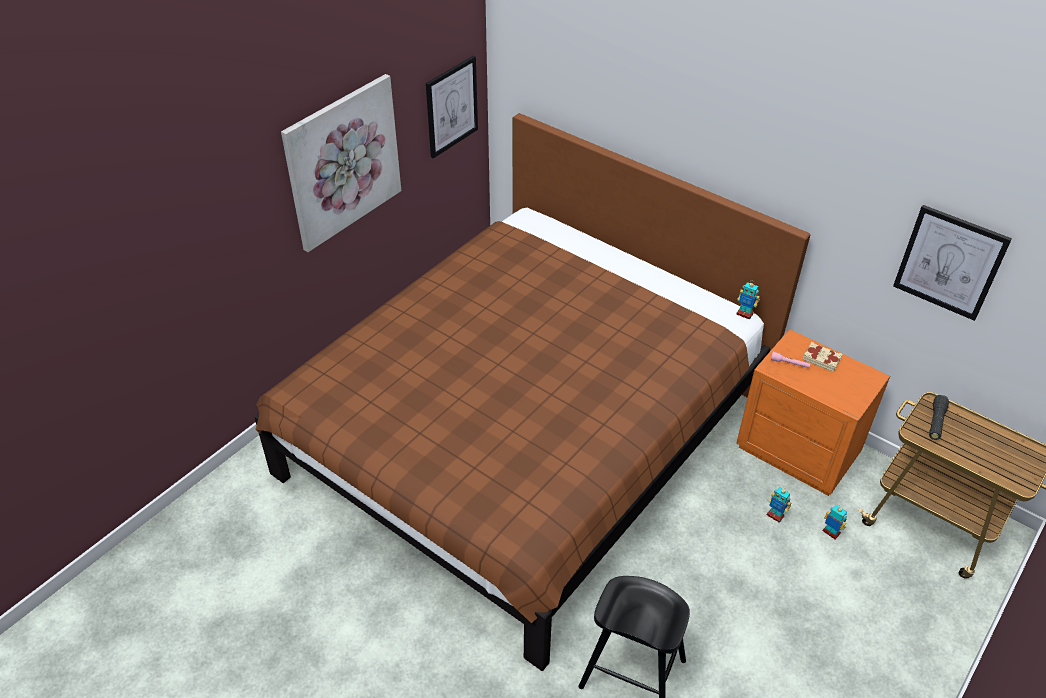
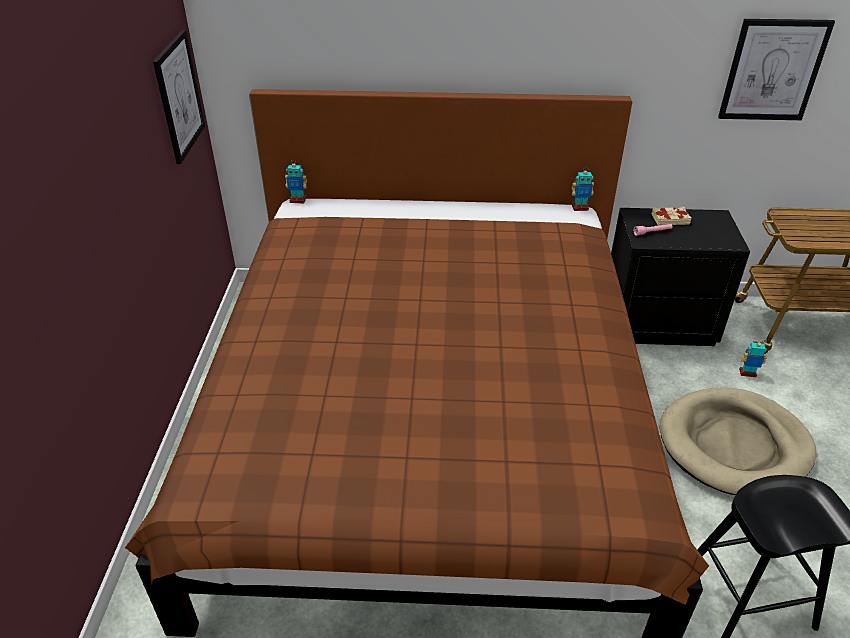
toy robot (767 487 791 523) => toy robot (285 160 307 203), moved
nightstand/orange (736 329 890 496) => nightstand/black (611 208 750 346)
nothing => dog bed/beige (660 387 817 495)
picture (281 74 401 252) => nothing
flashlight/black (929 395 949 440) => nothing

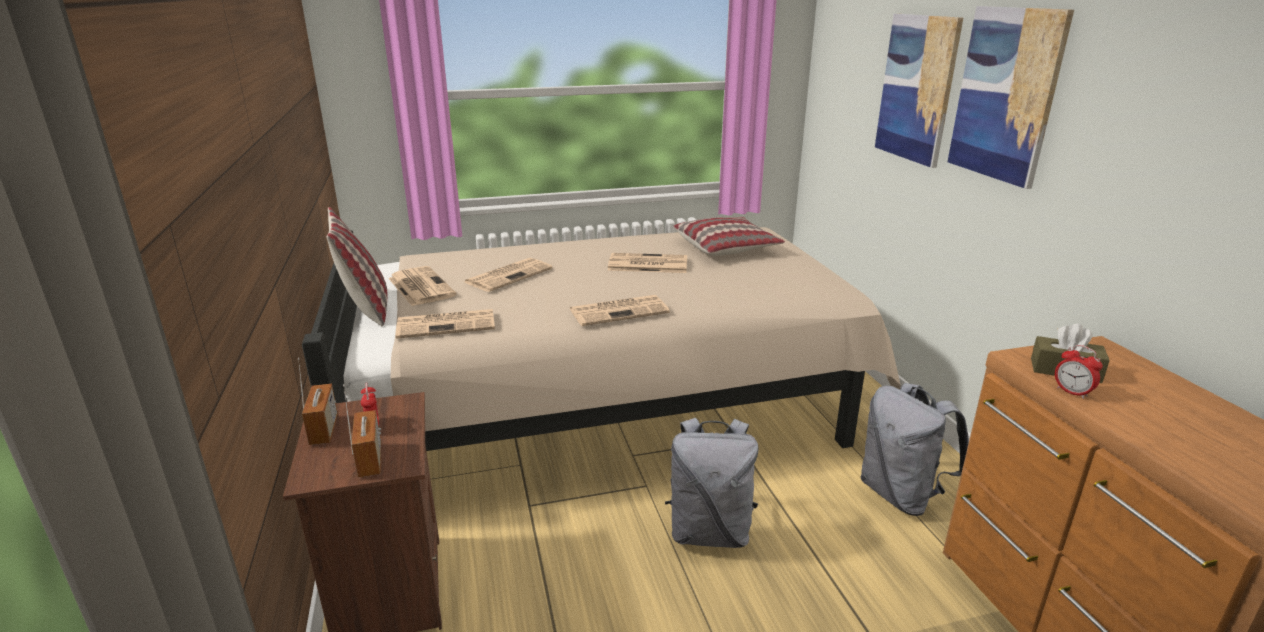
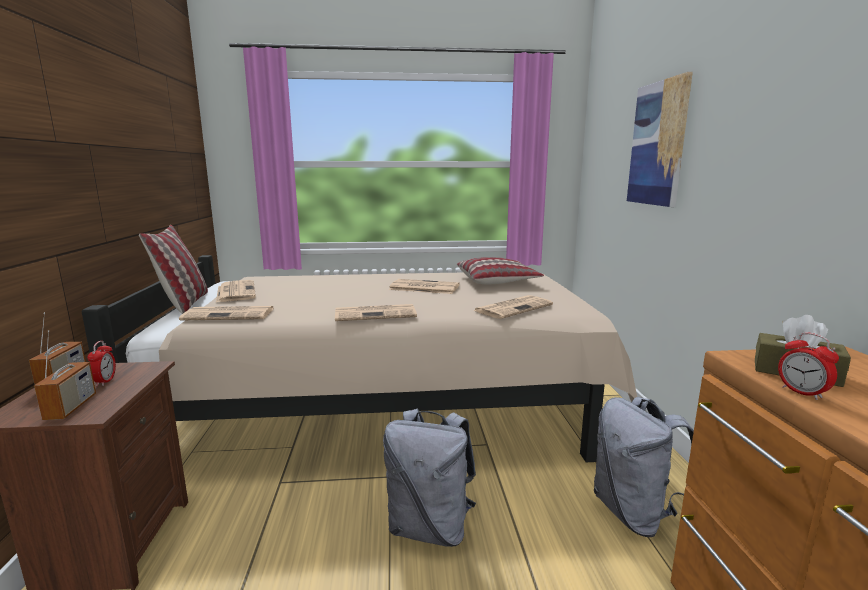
newspaper (465 258 552 292) => newspaper (473 295 553 319), moved
picture (948 6 1074 189) => nothing

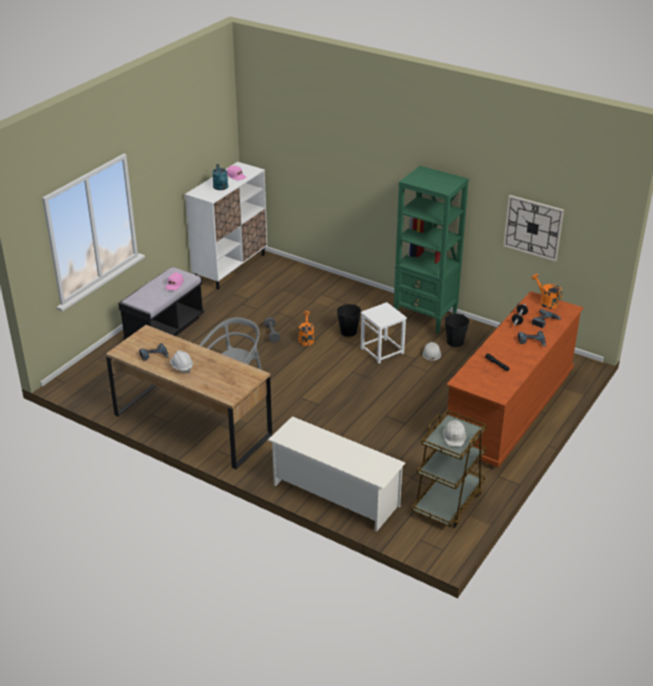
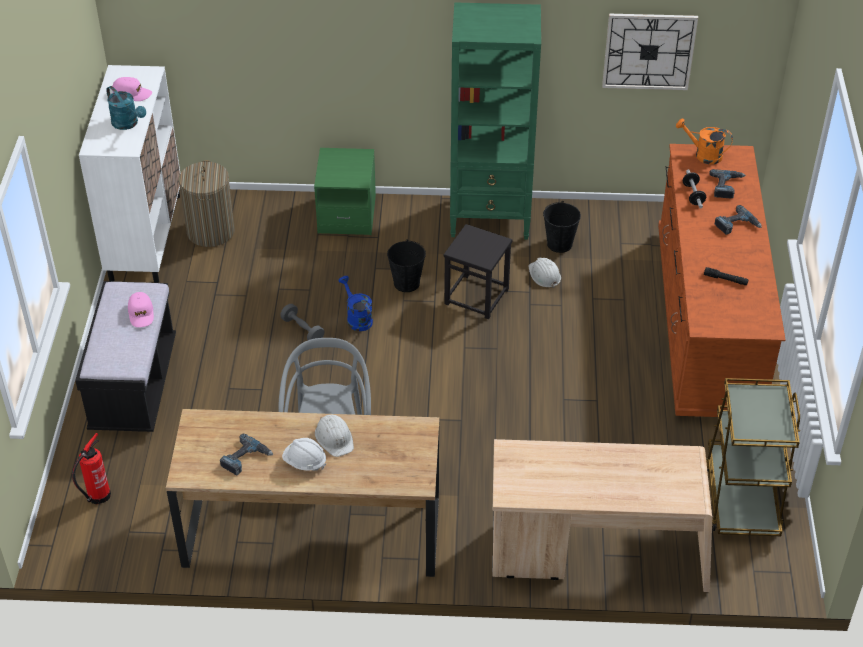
nothing => fire extinguisher (72 433 111 504)
nothing => laundry basket (178 160 235 247)
nothing => nightstand/green (314 148 376 235)
hard hat/white (443 420 466 447) => hard hat/white (315 415 354 457), moved
watering can/orange (298 311 314 346) => watering can/blue (339 276 373 331)
stool/white (361 302 407 363) => stool/black (444 224 512 319)
shoe rack/white (268 416 405 532) => desk/beige (492 439 712 592)

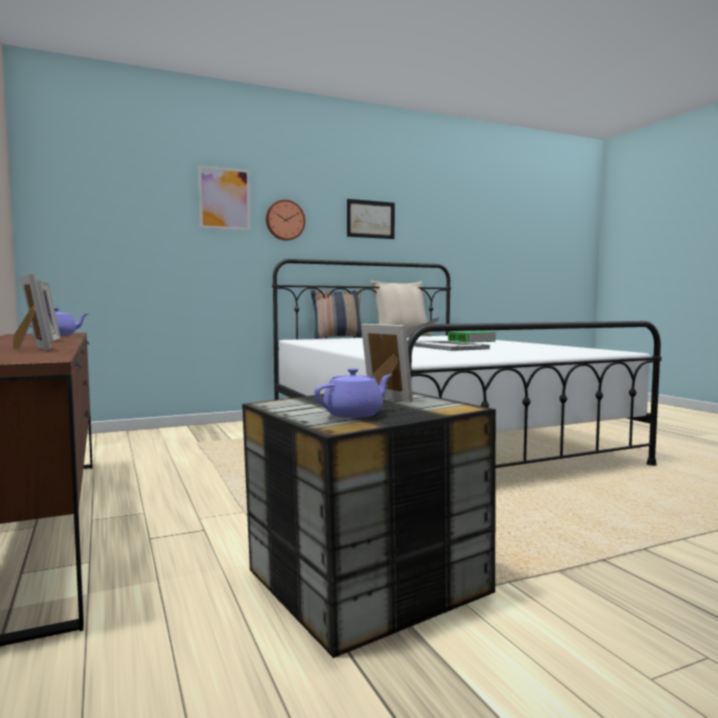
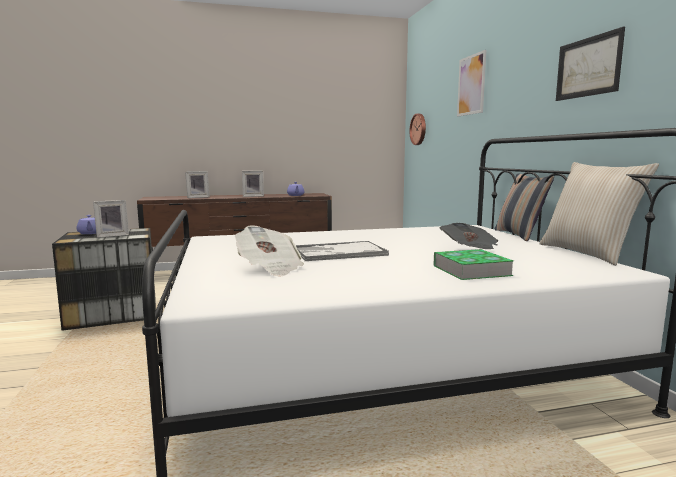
nothing => newspaper (235 225 304 277)
wall clock (266 200 305 241) => wall clock (410 114 426 145), moved

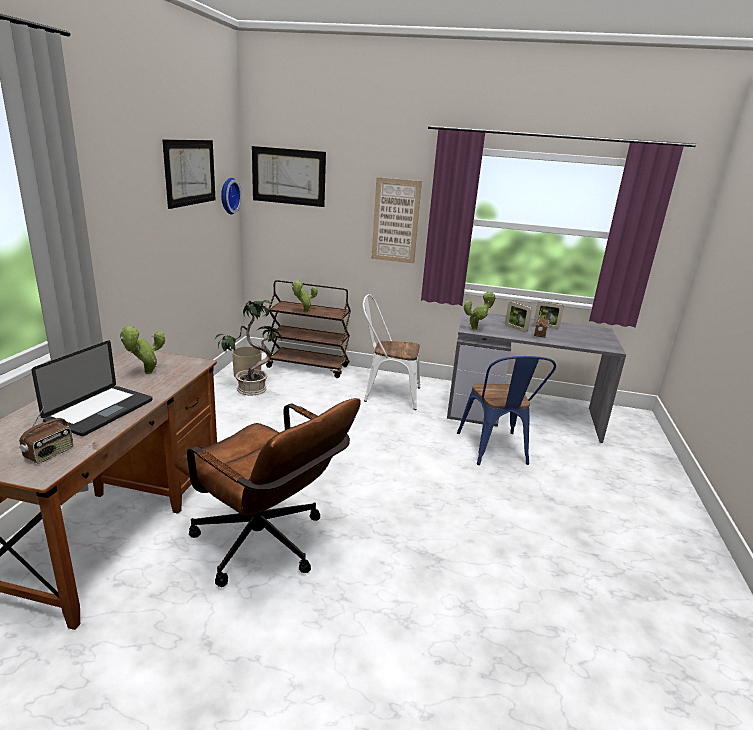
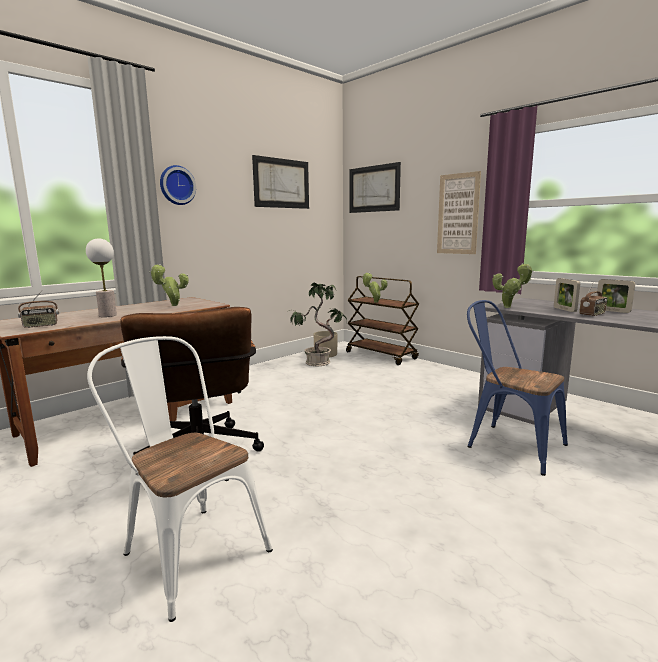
laptop (31 341 152 436) => table lamp (86 238 117 317)
chair/white (363 294 420 410) => chair/white (87 336 273 622), moved
wall clock (221 178 242 215) => wall clock (160 165 196 205), moved
chair/blue (457 356 556 465) => chair/blue (467 300 568 476), 105 degrees clockwise

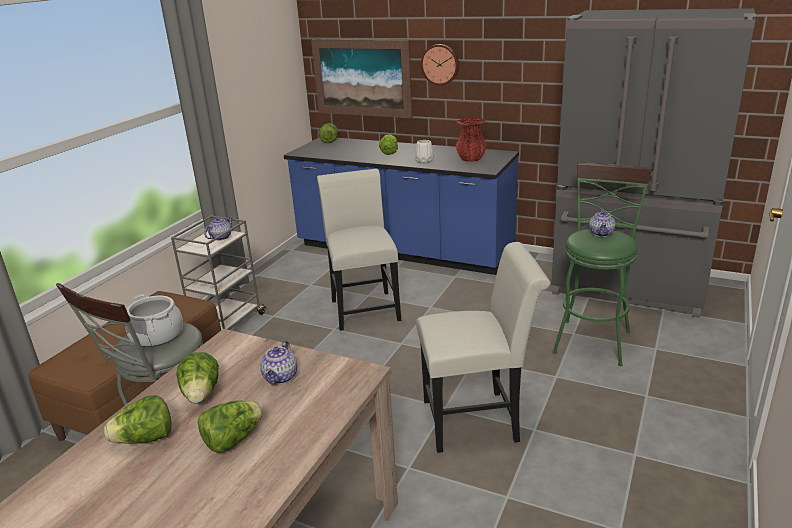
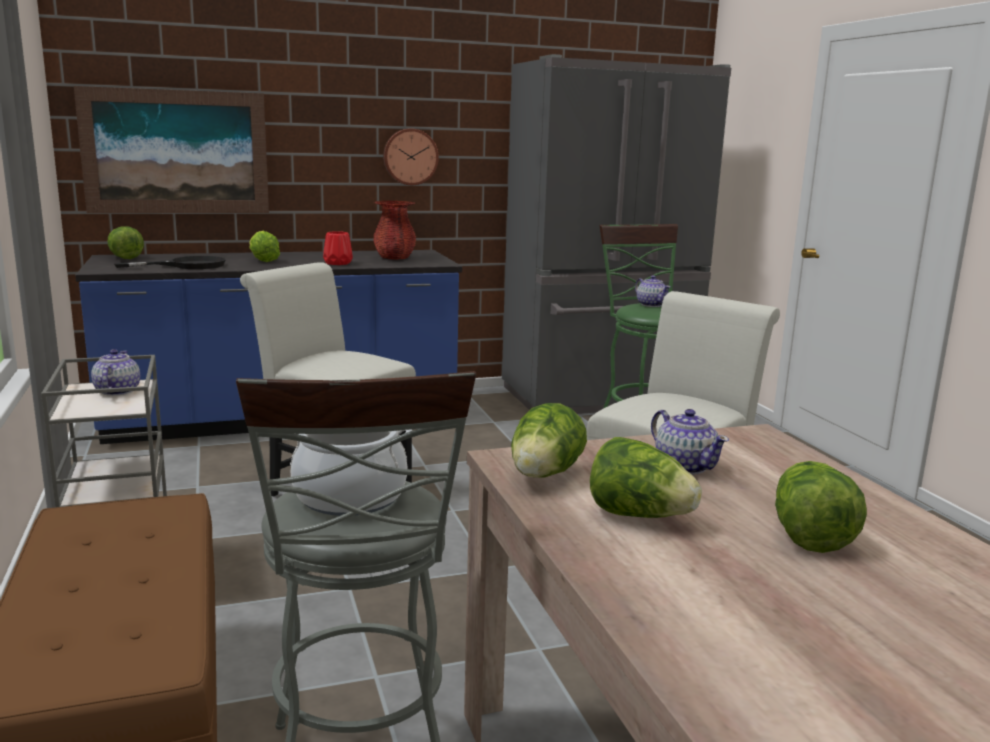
nothing => frying pan/black (114 256 226 269)
vase/white (415 140 434 164) => vase/red (323 231 353 265)
wall clock (421 44 459 85) => wall clock (383 129 439 185), moved
lettuce (104 395 172 444) => lettuce (511 403 587 477), moved

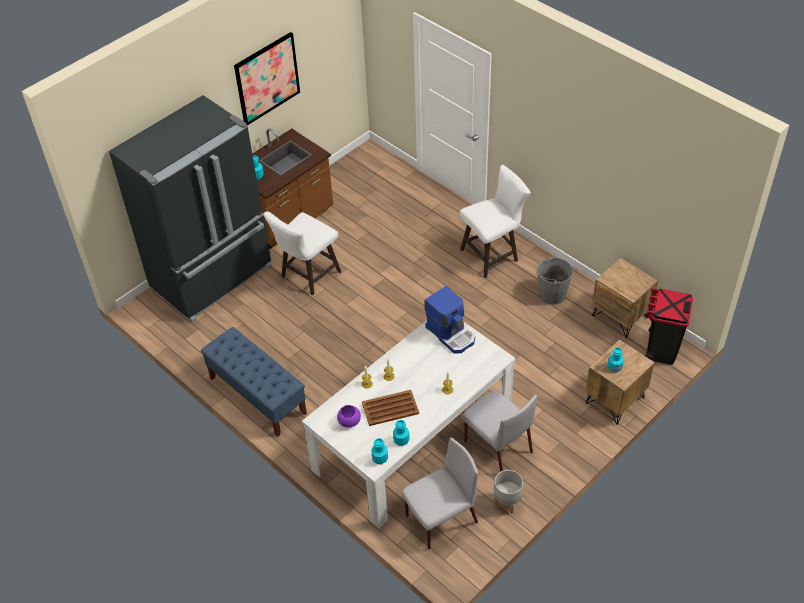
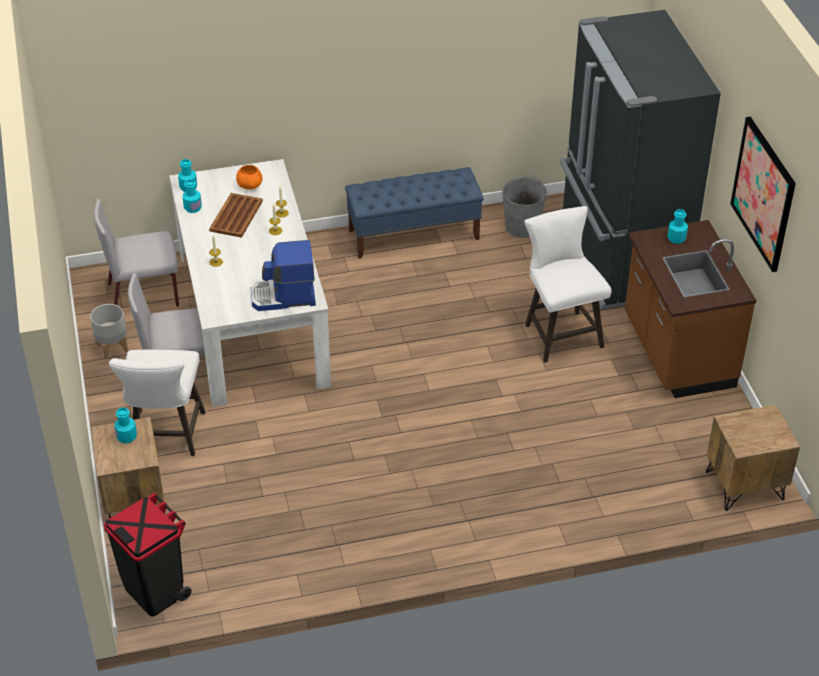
chair/grey (402 438 478 549) => chair/grey (94 199 179 307), 75 degrees clockwise
stool/white (460 165 531 278) => stool/white (109 350 206 456), moved
bowl/purple (337 405 361 428) => bowl/orange (236 165 263 190)
bucket/grey (536 256 573 305) => bucket/grey (502 176 547 238), moved
nightstand/brown (592 258 658 338) => nightstand/brown (706 405 800 511), moved

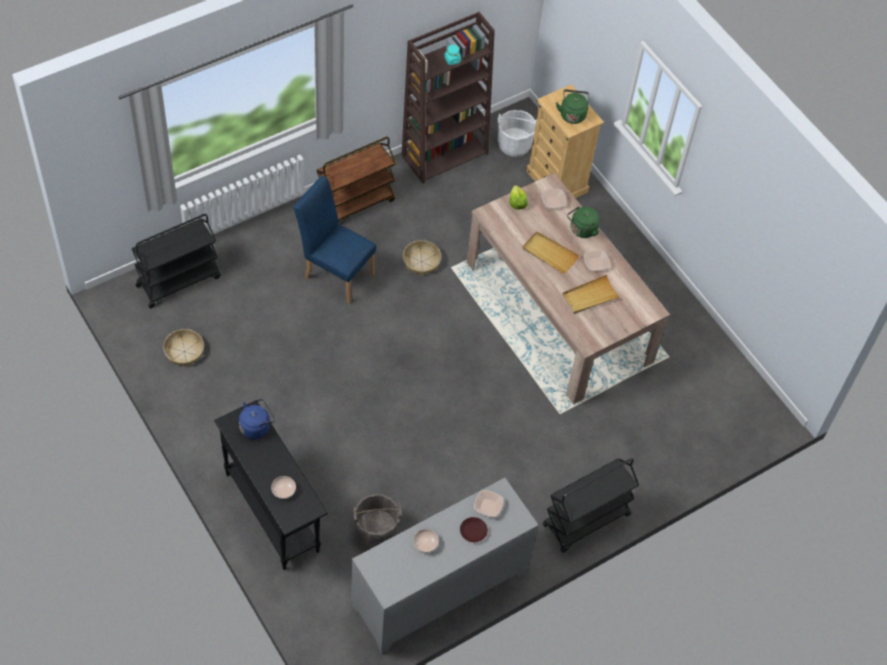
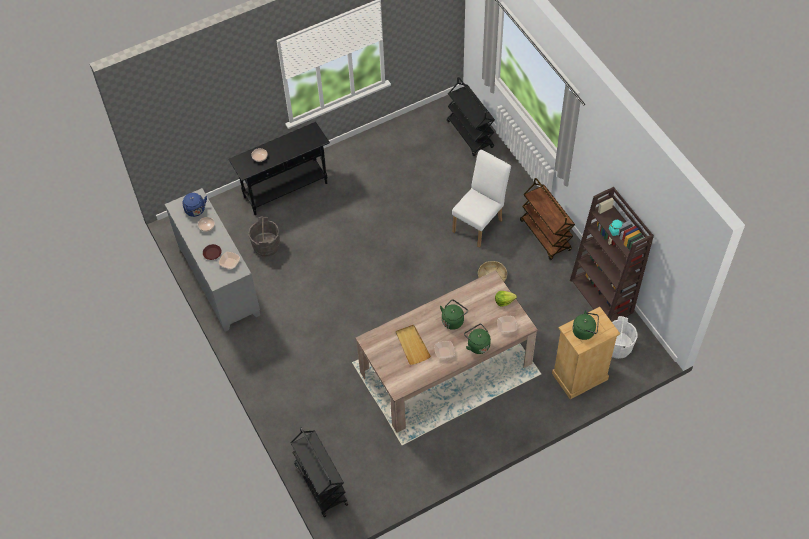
kettle/blue (239 399 275 439) => kettle/blue (182 193 207 217), moved
cart/black (542 458 639 553) => cart/black (290 427 348 517), moved
tray/beige (522 231 579 274) => kettle/green (440 299 468 330)
chair/blue (293 176 376 304) => chair/white (452 150 511 248)
basket (163 329 204 367) => nothing

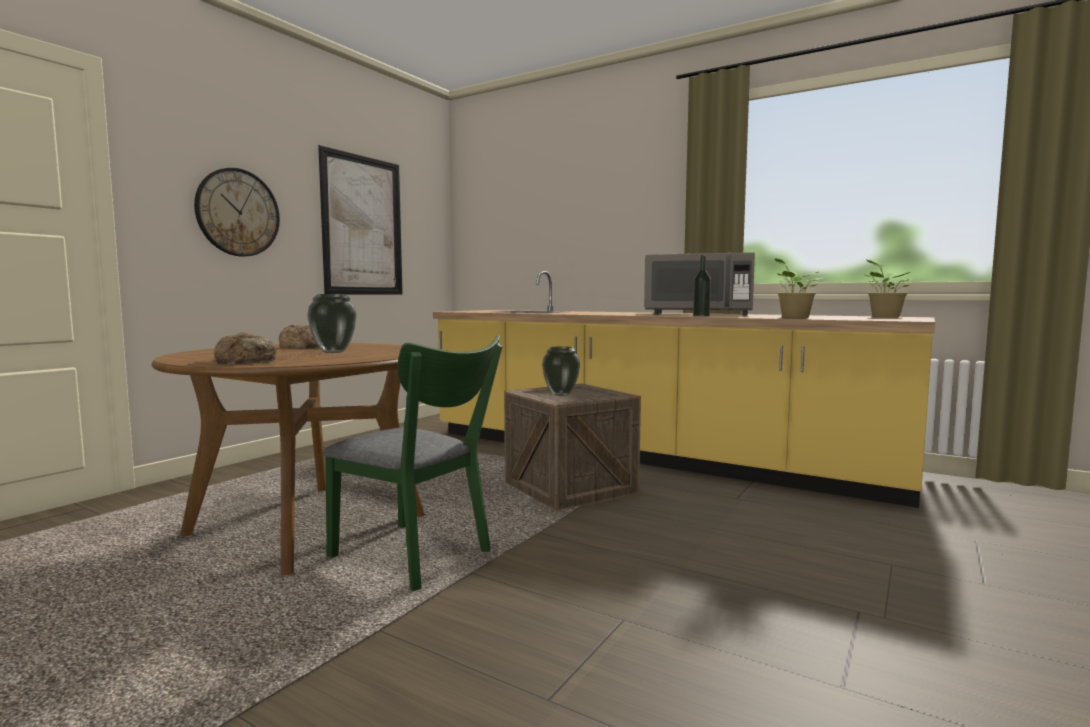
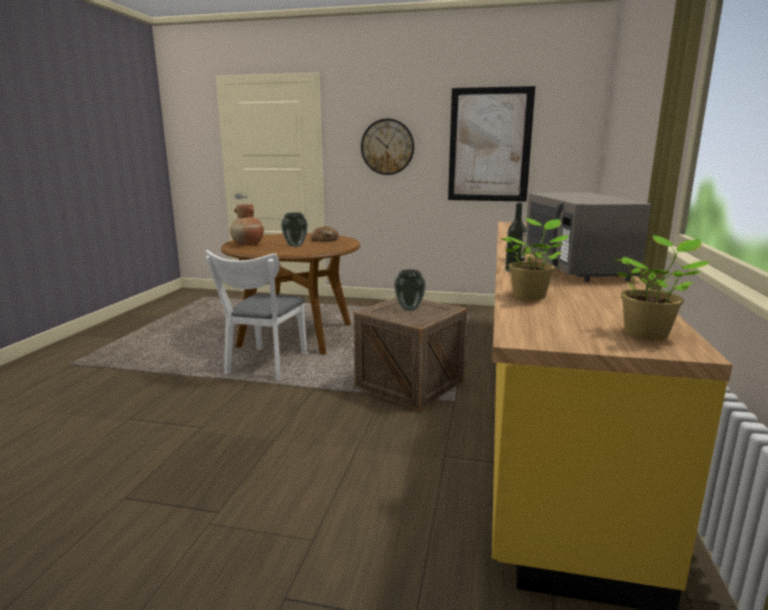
chair/green (323 335 502 591) => chair/white (205 250 307 380)
bread (214 332 277 364) => vase/brown (230 204 264 245)

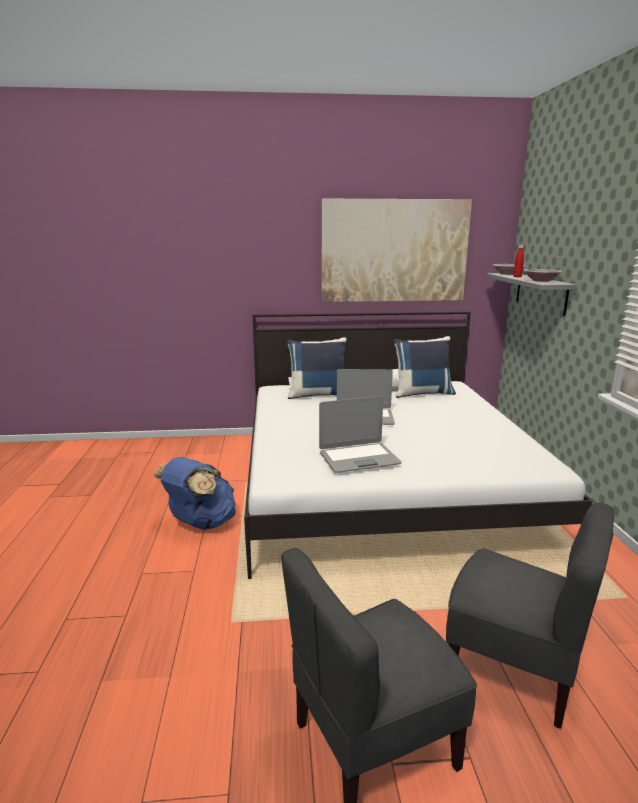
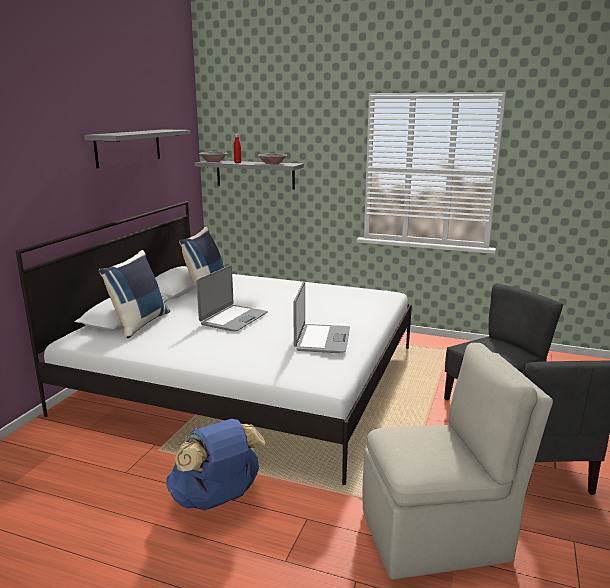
picture (322 199 472 302) => shelf/grey (84 129 190 168)
nothing => chair/beige (363 343 553 579)

